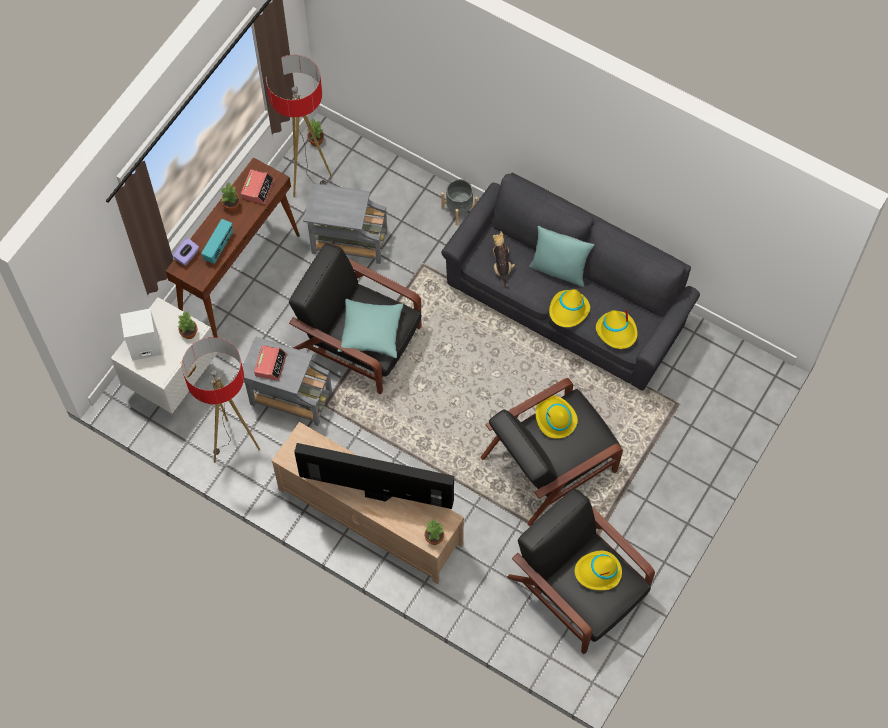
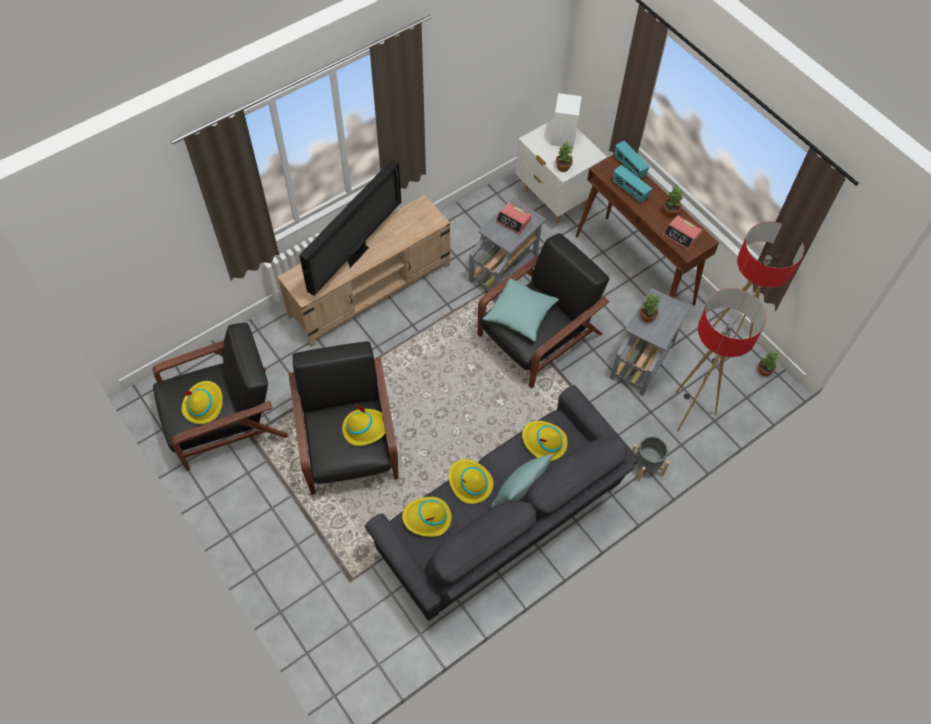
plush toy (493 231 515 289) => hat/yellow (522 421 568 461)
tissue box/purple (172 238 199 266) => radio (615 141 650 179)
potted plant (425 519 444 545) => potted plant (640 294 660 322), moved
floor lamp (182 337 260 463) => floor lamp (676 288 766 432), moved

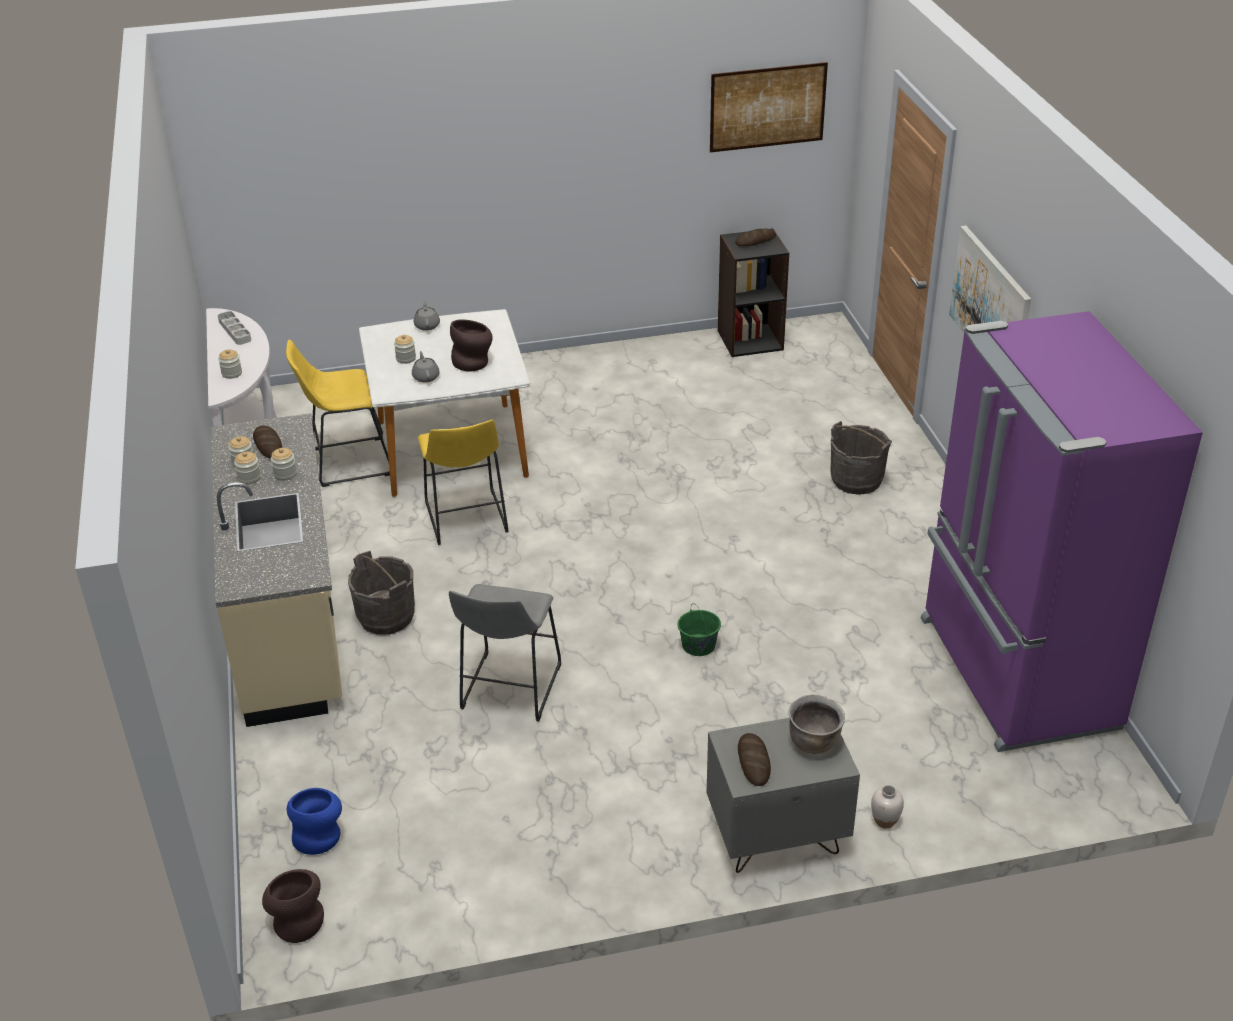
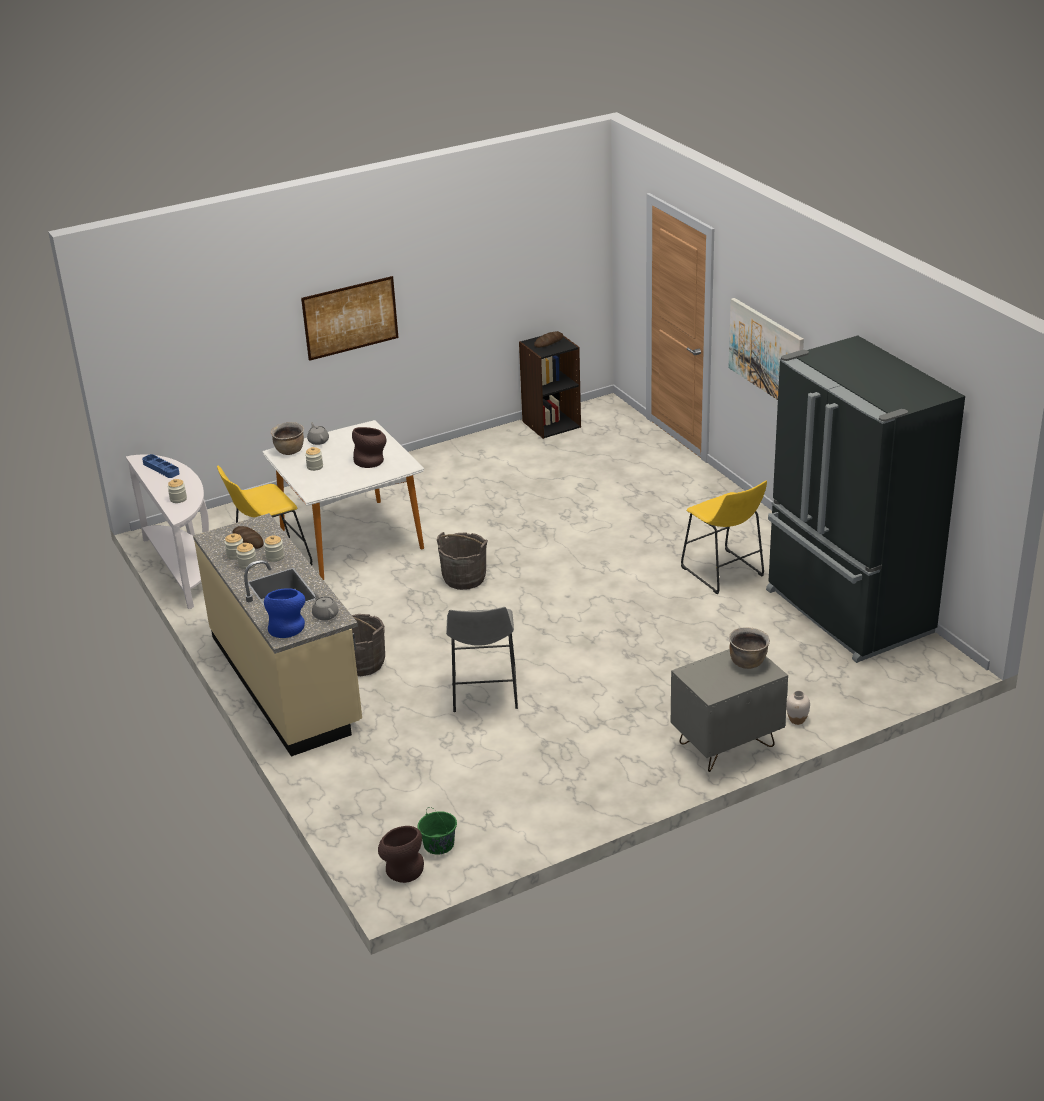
tray/grey (218 311 251 345) => tray/blue (142 454 180 478)
vase/blue (287 788 342 855) => vase/blue (264 588 305 638), moved
nothing => cooking pot/brown (271 422 304 455)
picture (710 62 828 153) => picture (301 276 399 361), moved
teapot/grey (412 351 439 383) => teapot/grey (312 591 338 621), moved
bucket/green (677 603 721 656) => bucket/green (418 807 457 855), moved
bucket/grey (830 421 892 495) => bucket/grey (437 532 488 590), moved
stool/yellow (418 420 509 545) => stool/yellow (681 480 767 594), moved
fridge/purple (921 311 1203 752) => fridge/black (766 336 965 663)
bread (738 733 771 786) => nothing

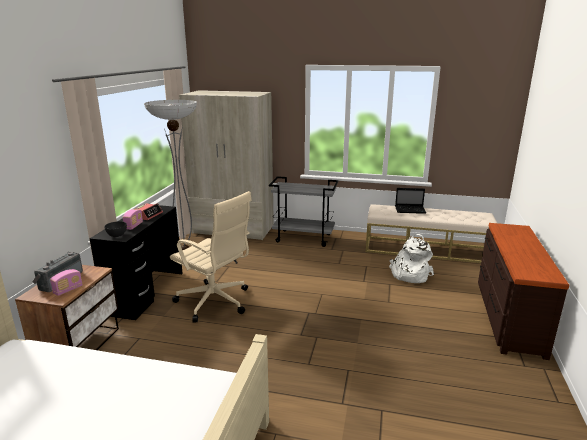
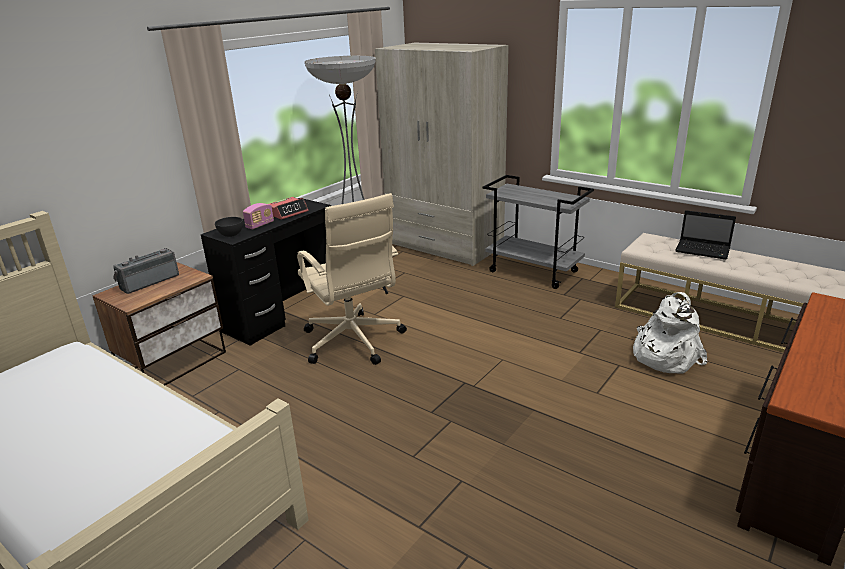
radio (50 269 83 296) => nothing

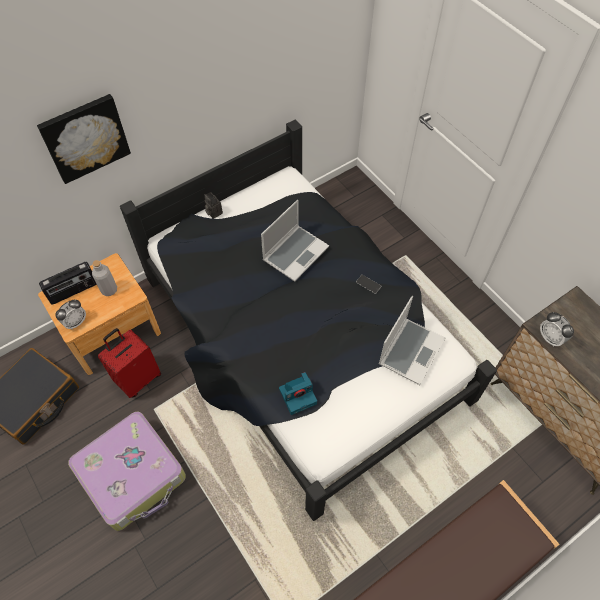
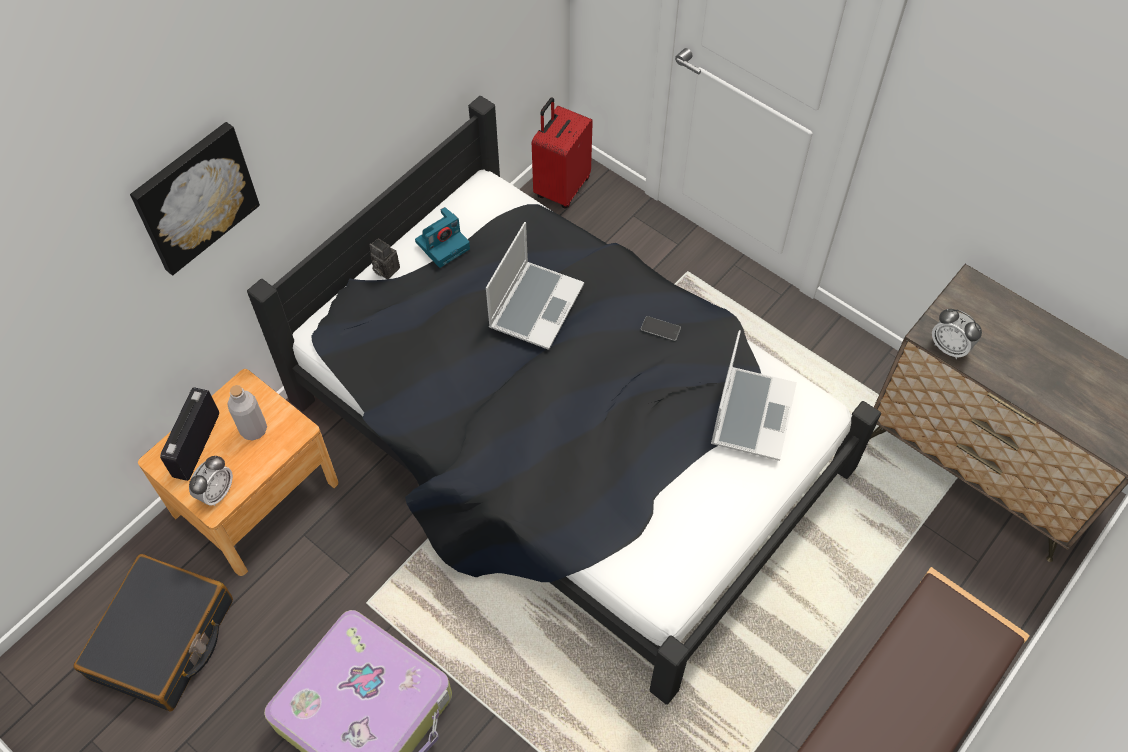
radio (39 262 97 304) => radio (160 387 219 481), 150 degrees clockwise
photo camera (279 372 317 415) => photo camera (415 207 470 268), moved
suitcase/red (98 328 161 398) => suitcase/red (532 97 593 209), moved

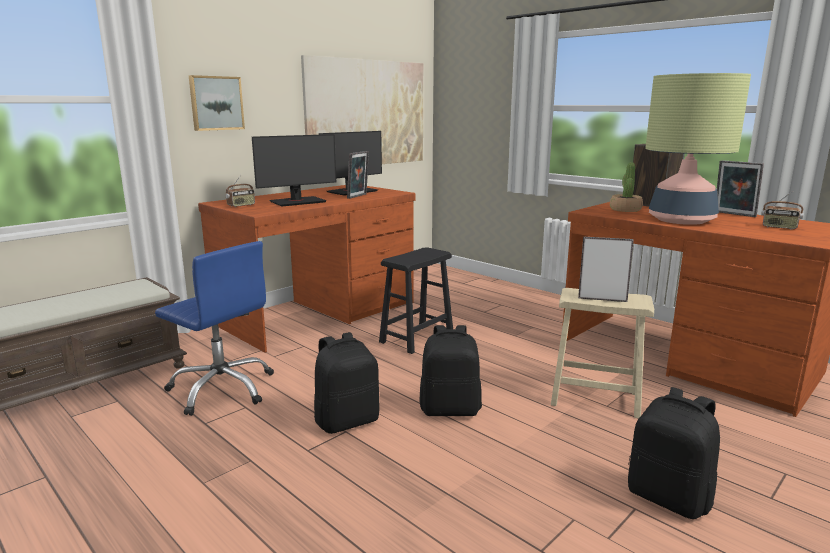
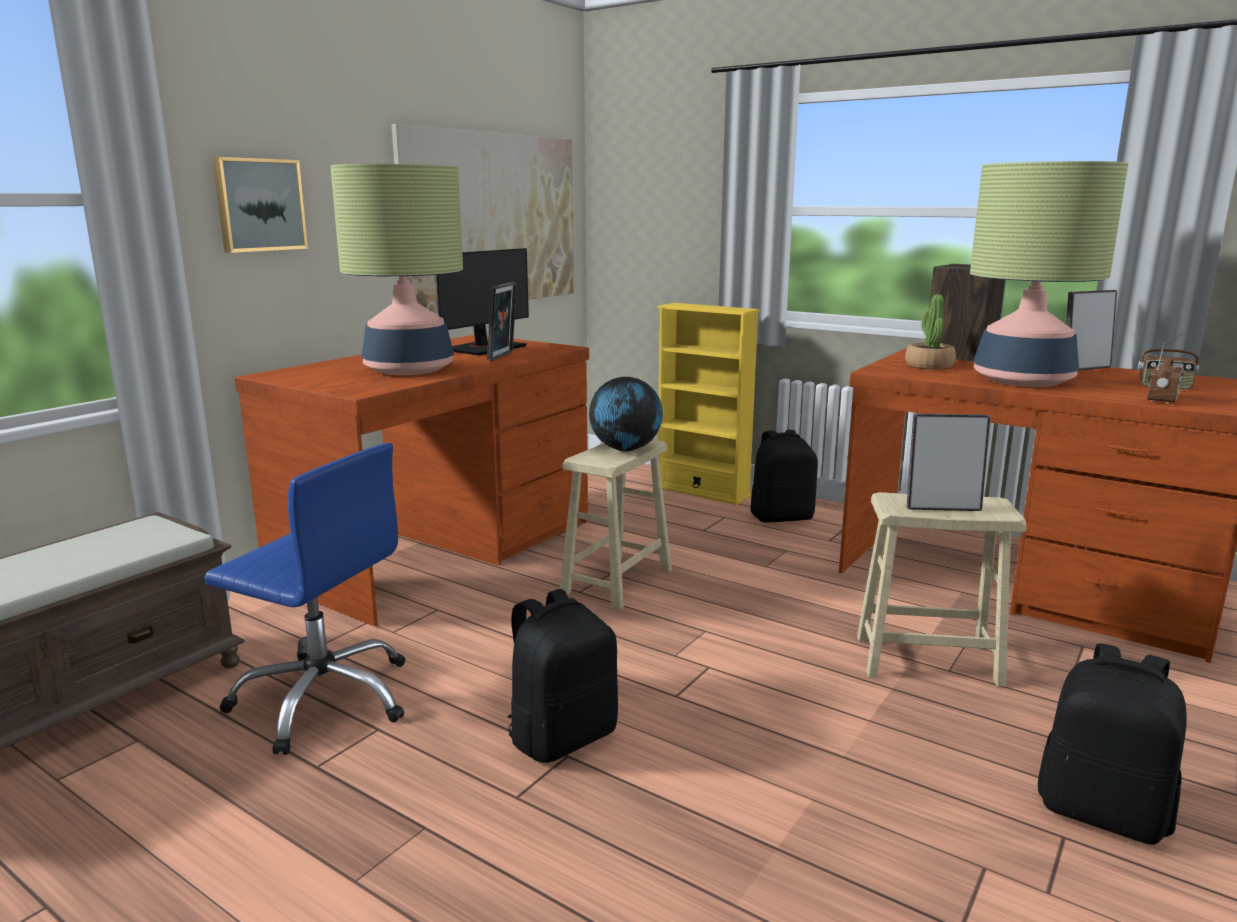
monitor (252 134 336 206) => table lamp (330 164 463 376)
stool/black (379 247 453 354) => stool/beige (559 440 672 609)
nothing => globe (589 377 663 452)
nothing => bookcase/yellow (657 303 760 505)
backpack/black (419 325 482 416) => backpack/black (750 430 818 523), moved
picture frame (717 160 764 217) => picture frame (1066 290 1117 370), 120 degrees clockwise
radio (225 175 255 207) => radio (1147 341 1185 403), moved

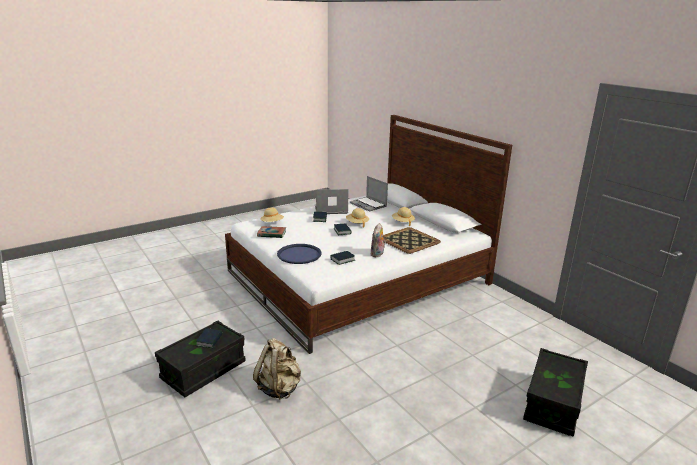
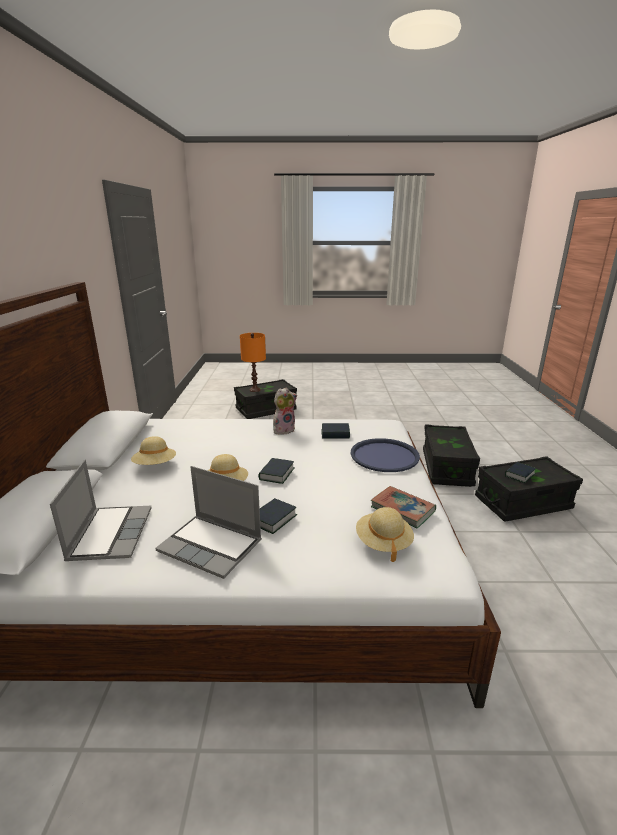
nothing => table lamp/orange (240 333 266 392)
backpack/beige (253 338 301 400) => storage box/black (423 424 480 487)
tray (383 227 441 254) => nothing

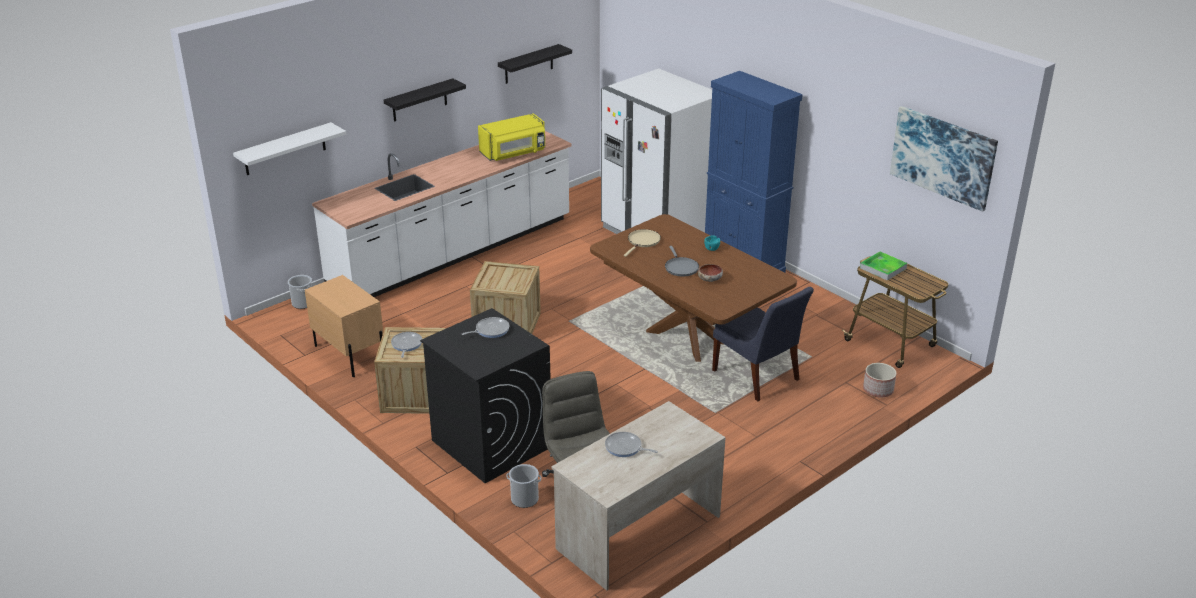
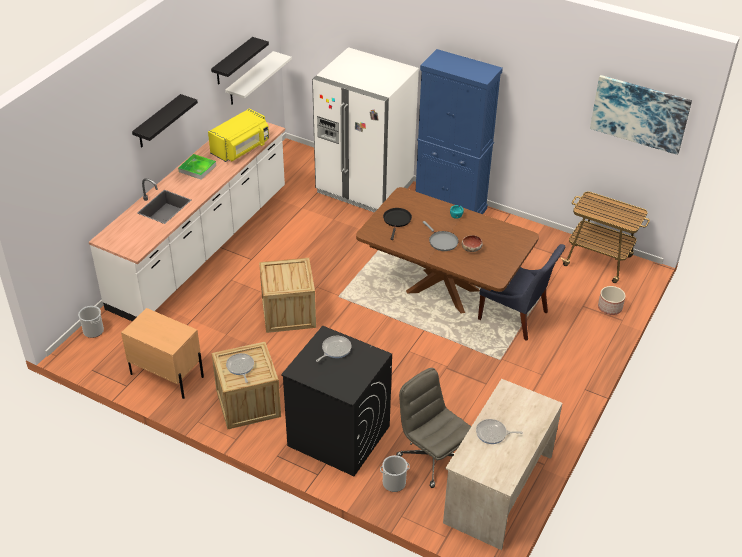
tray (860 252 907 280) => tray (178 154 216 180), moved
shelf/white (233 122 346 175) => shelf/white (225 51 292 105), moved
frying pan/beige (624 229 661 257) => frying pan/black (383 208 412 240)

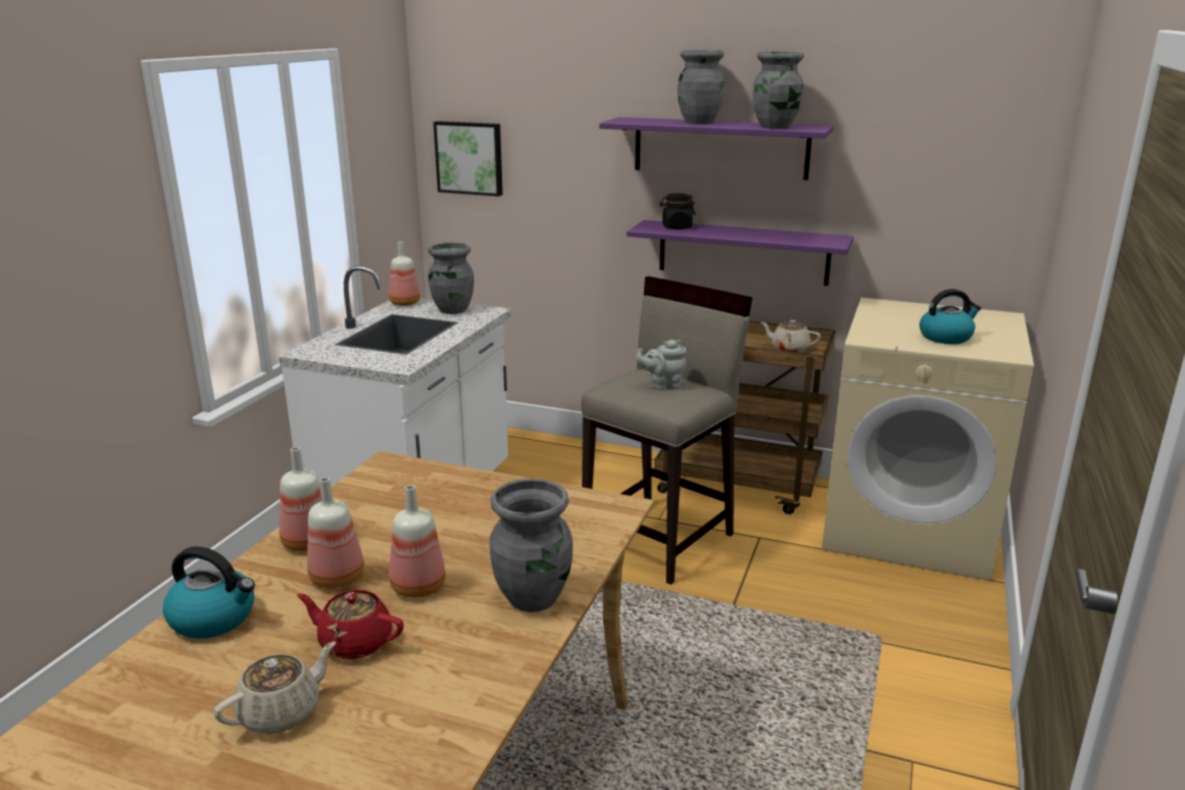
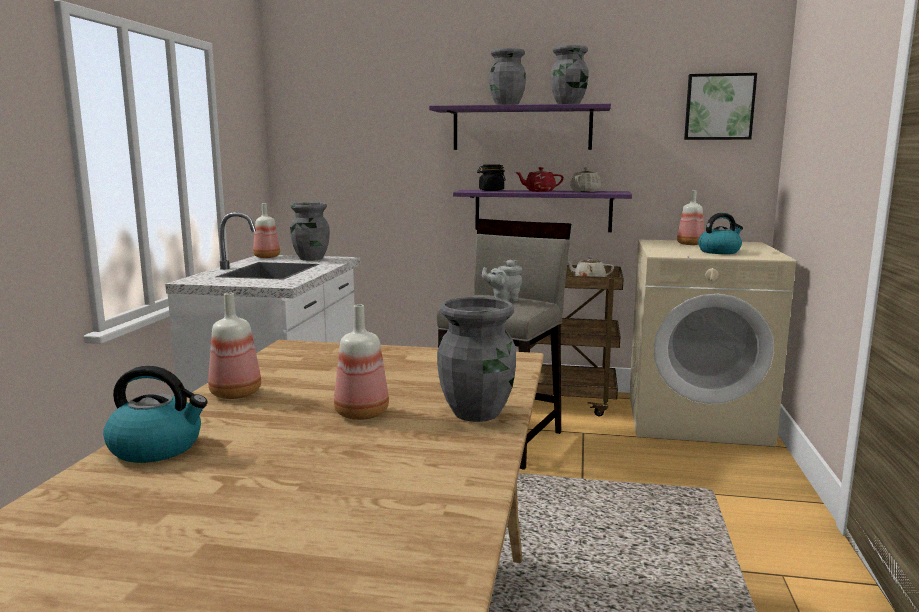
teapot/red (297 590 404 659) => teapot/red (515 167 564 192), moved
teapot/beige (213 642 336 734) => teapot/beige (570 167 601 192), moved
bottle (307 477 364 588) => bottle (677 190 704 245), moved
picture (433 121 503 196) => picture (684 73 757 140), moved

